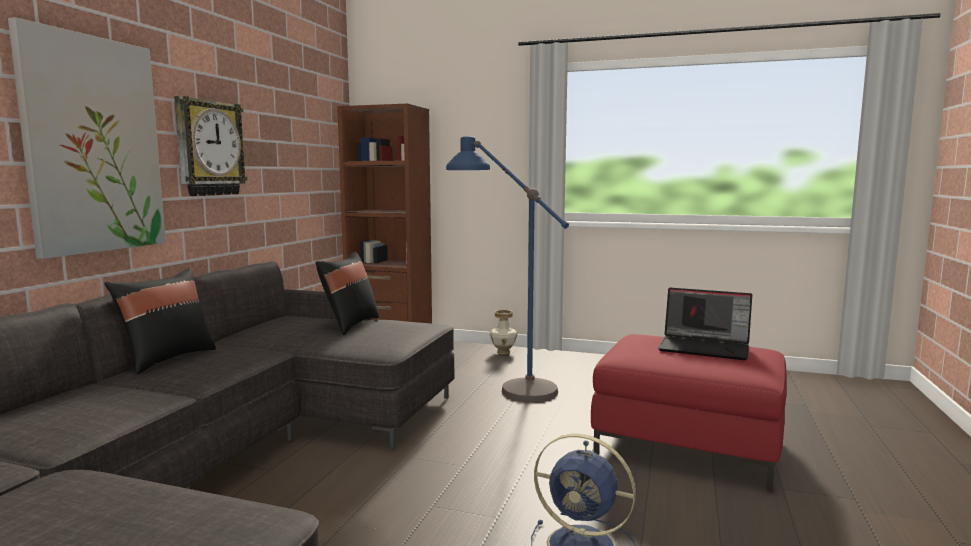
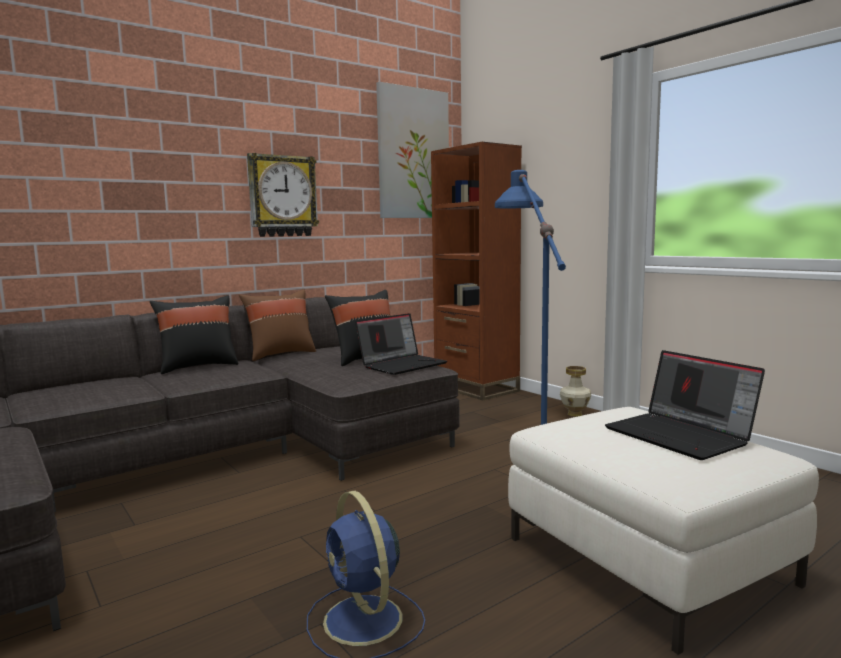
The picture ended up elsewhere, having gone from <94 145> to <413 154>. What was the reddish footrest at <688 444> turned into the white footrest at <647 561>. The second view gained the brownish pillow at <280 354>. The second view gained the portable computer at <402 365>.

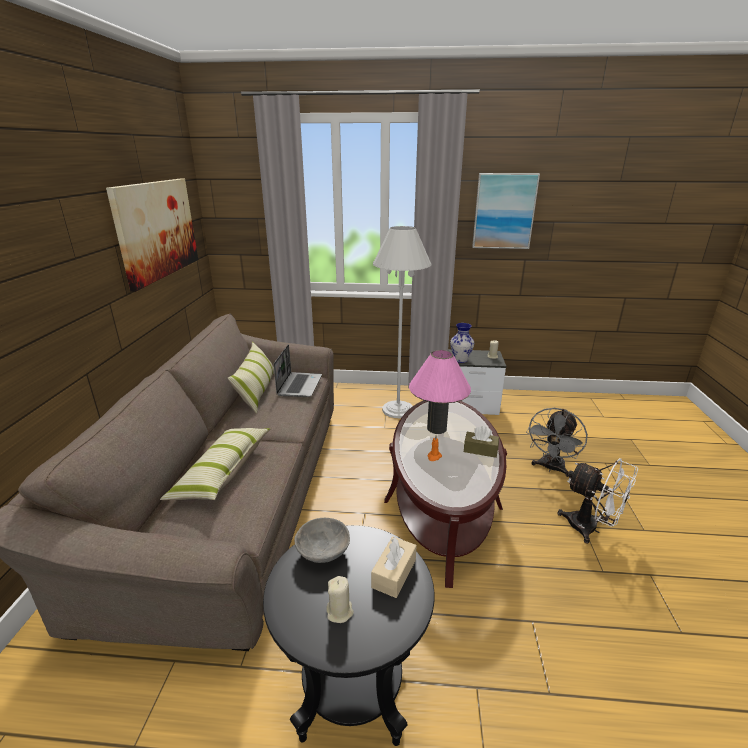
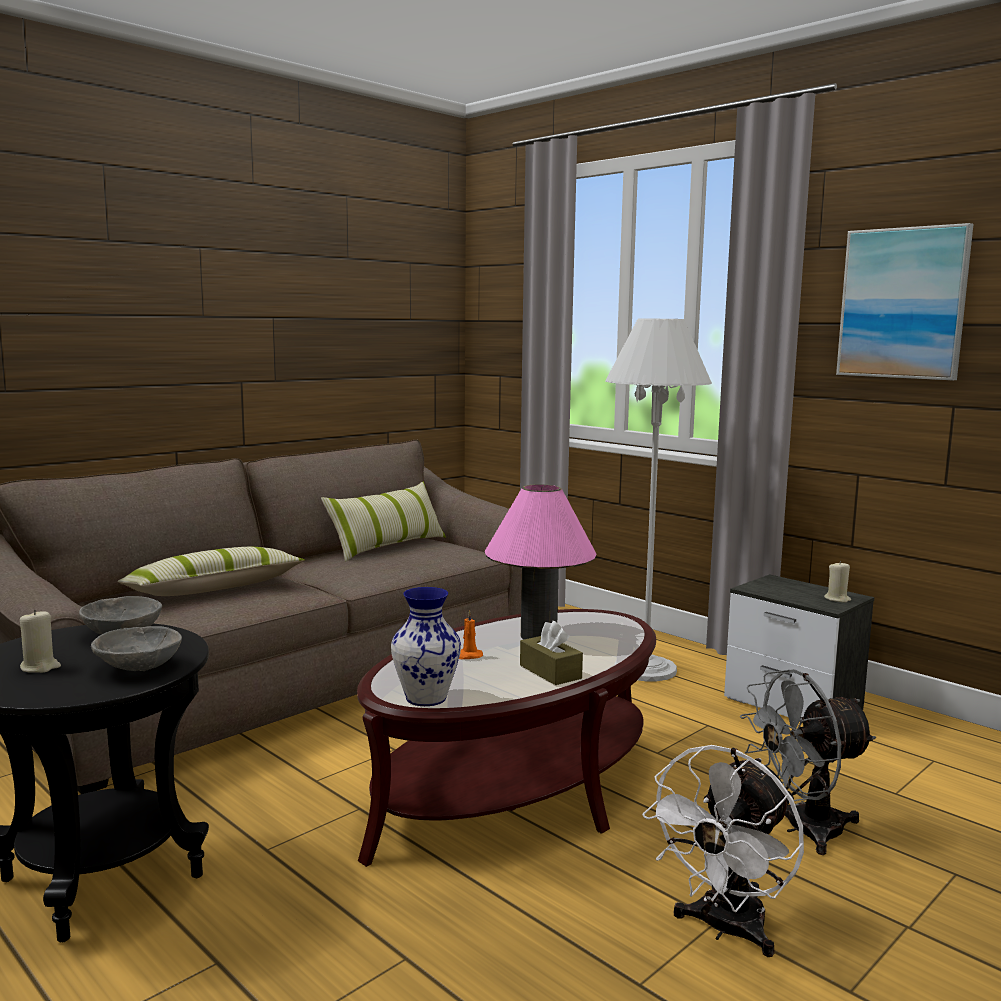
The second view lost the picture at <157 230>. The decorative vase ended up elsewhere, having gone from <460 360> to <424 698>. The second view lost the portable computer at <299 385>. The white cooling fan at <590 529> ended up facing another way, 45 degrees clockwise from before. Where the beige-coloured box of tissues stood at <394 573>, the grey serving bowl came to stand at <137 668>.

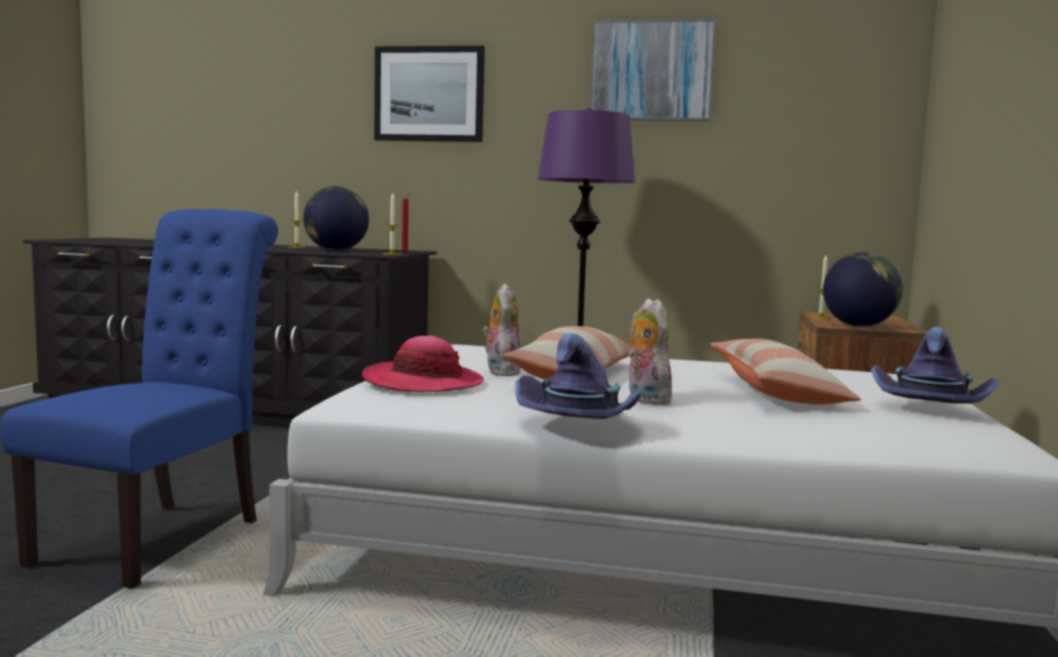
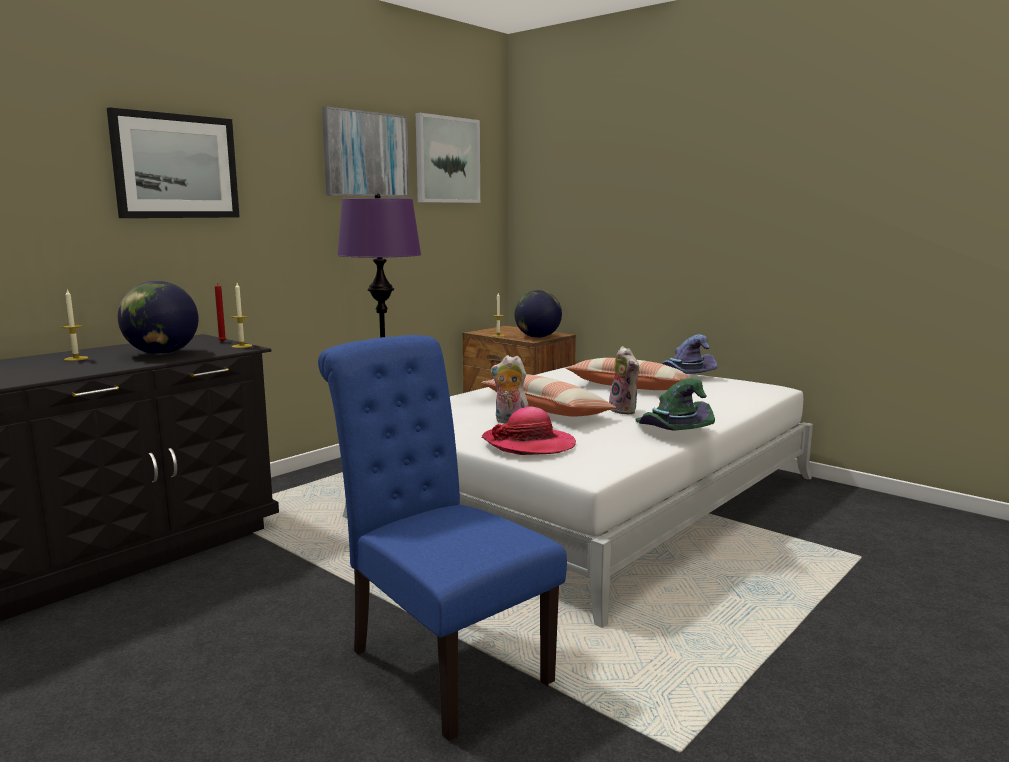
The soft toy at <644 399> ended up facing another way, 120 degrees counterclockwise from before. What was the purplish wearable hat at <579 423> turned into the green wearable hat at <672 432>. The second view gained the picture at <447 160>.

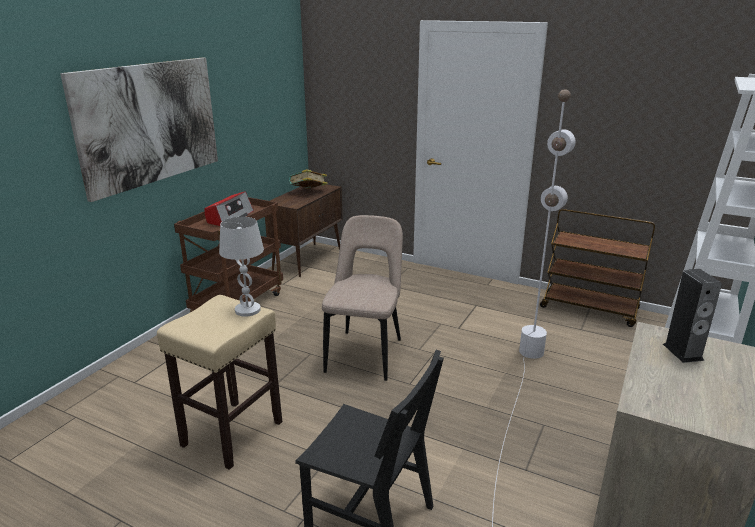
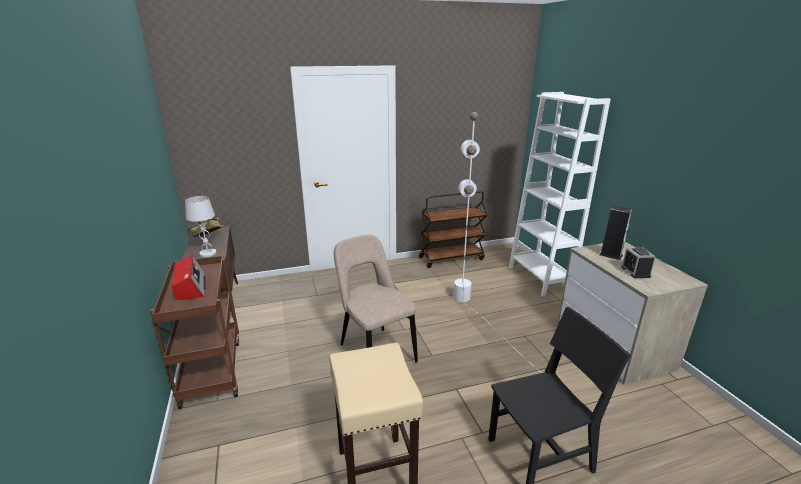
The second view lost the picture at <149 123>. The white tabletop lamp ended up elsewhere, having gone from <248 310> to <208 253>. The second view gained the table clock at <635 272>.

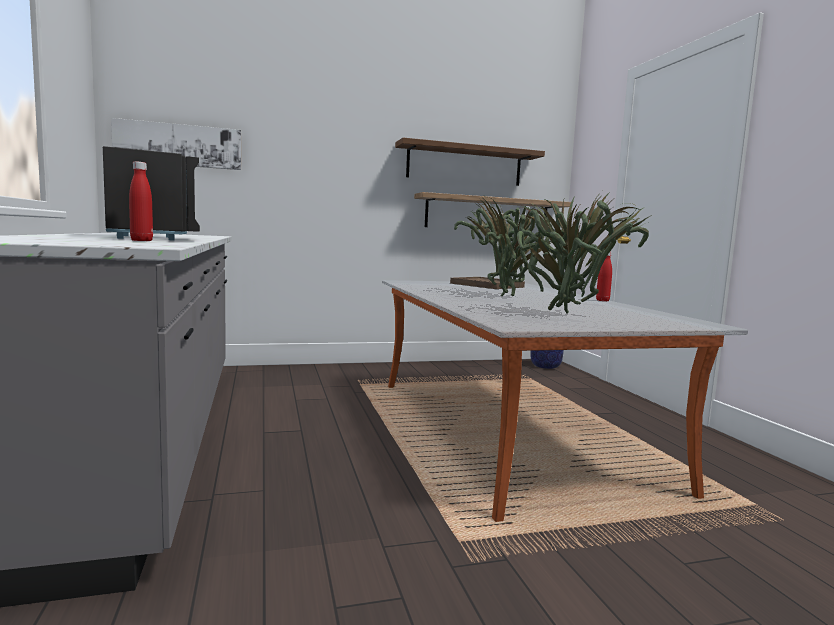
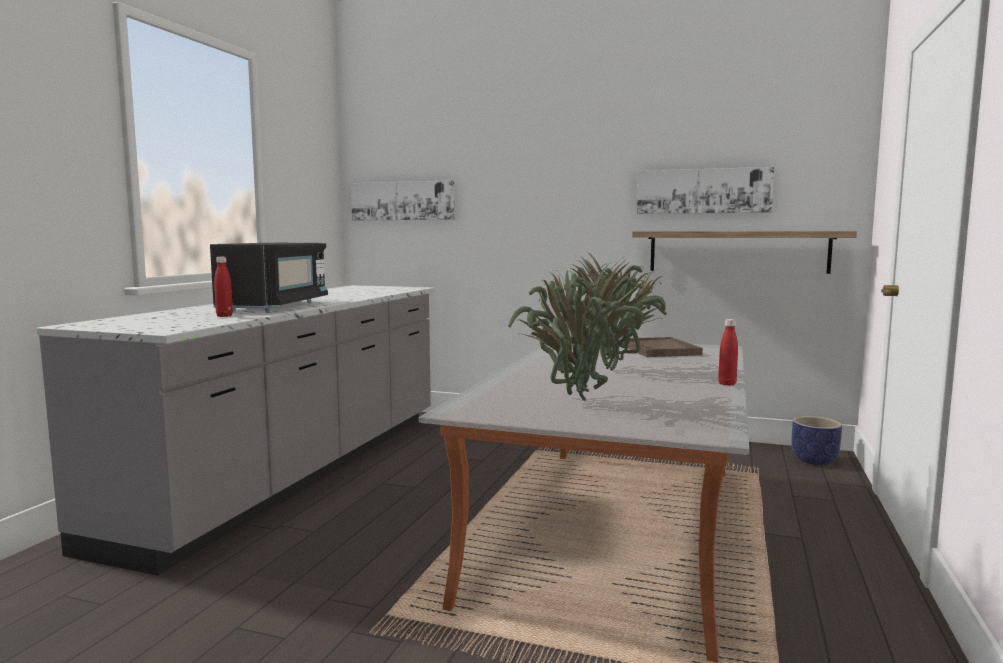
Where the brownish bracket shelf hung at <464 165>, the picture came to hang at <703 191>.

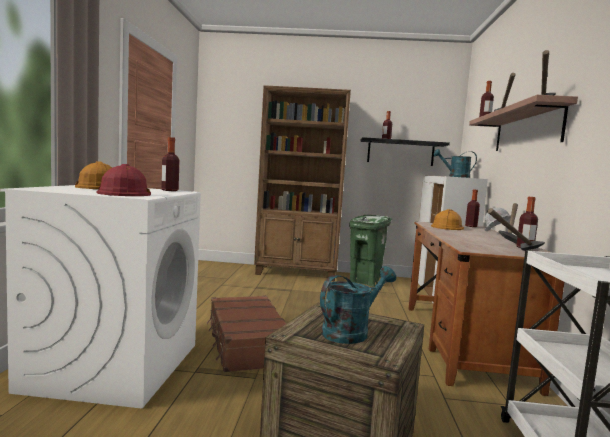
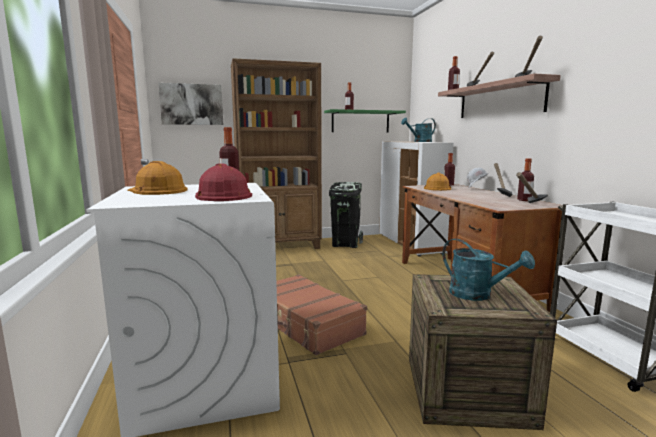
What was the black bracket shelf at <400 152> turned into the green bracket shelf at <360 121>. What was the green rubbish bin at <366 281> turned into the black rubbish bin at <345 244>. The turquoise-coloured sprinkling can at <351 332> ended up facing another way, 105 degrees clockwise from before. The second view gained the picture at <192 104>.

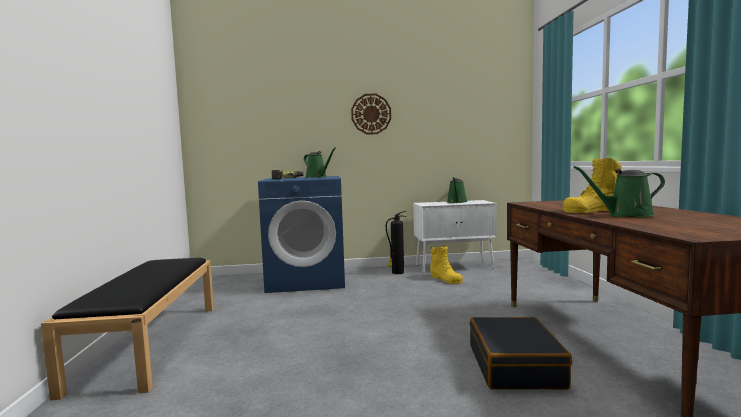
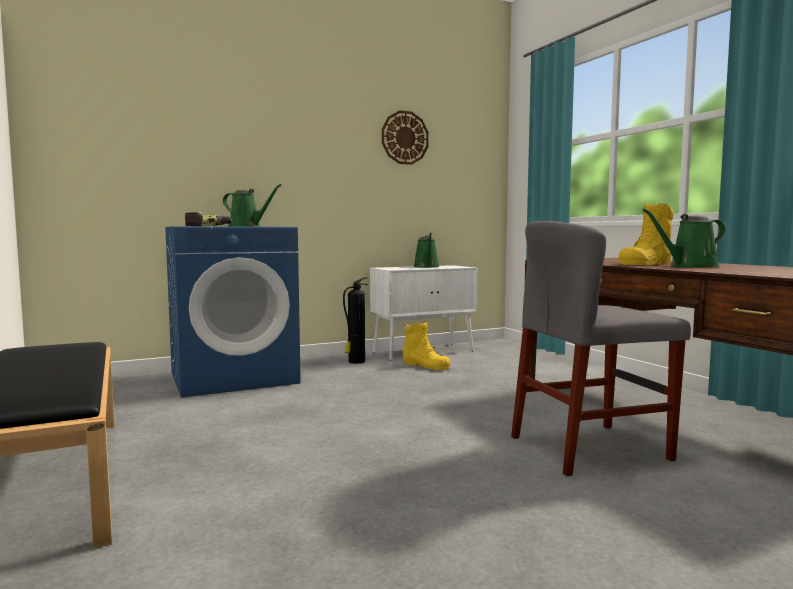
The clock on the wall ended up elsewhere, having gone from <371 114> to <405 138>. Where the black travel case stood at <515 366>, the grey plain chair came to stand at <589 448>.

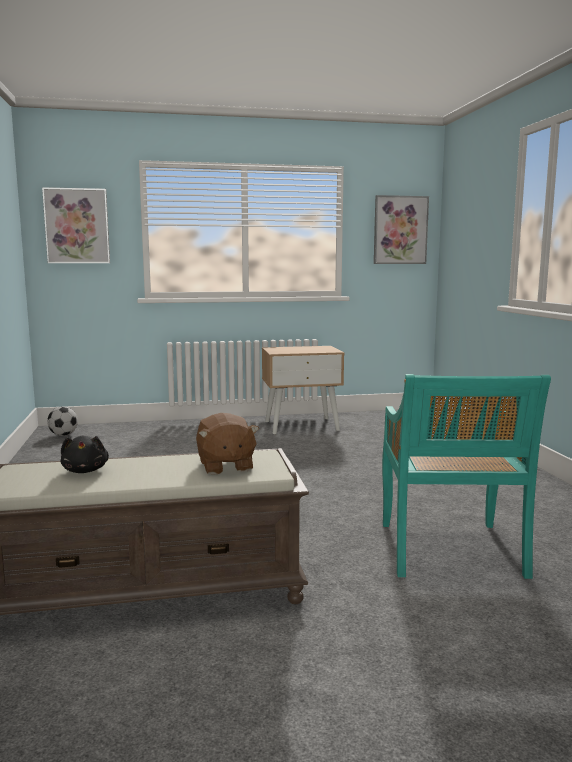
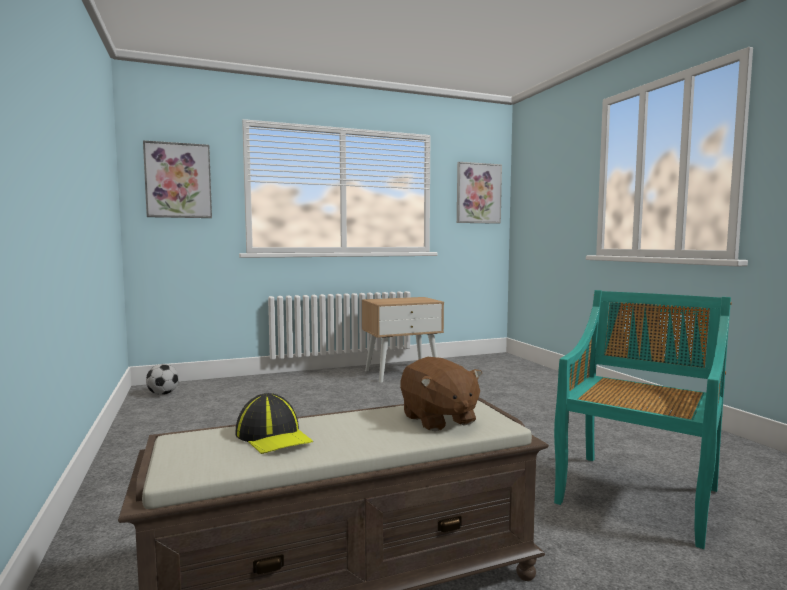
The turquoise-coloured plain chair at <450 551> ended up facing another way, 135 degrees counterclockwise from before. Where the black soft toy stood at <85 470>, the baseball cap came to stand at <273 436>.

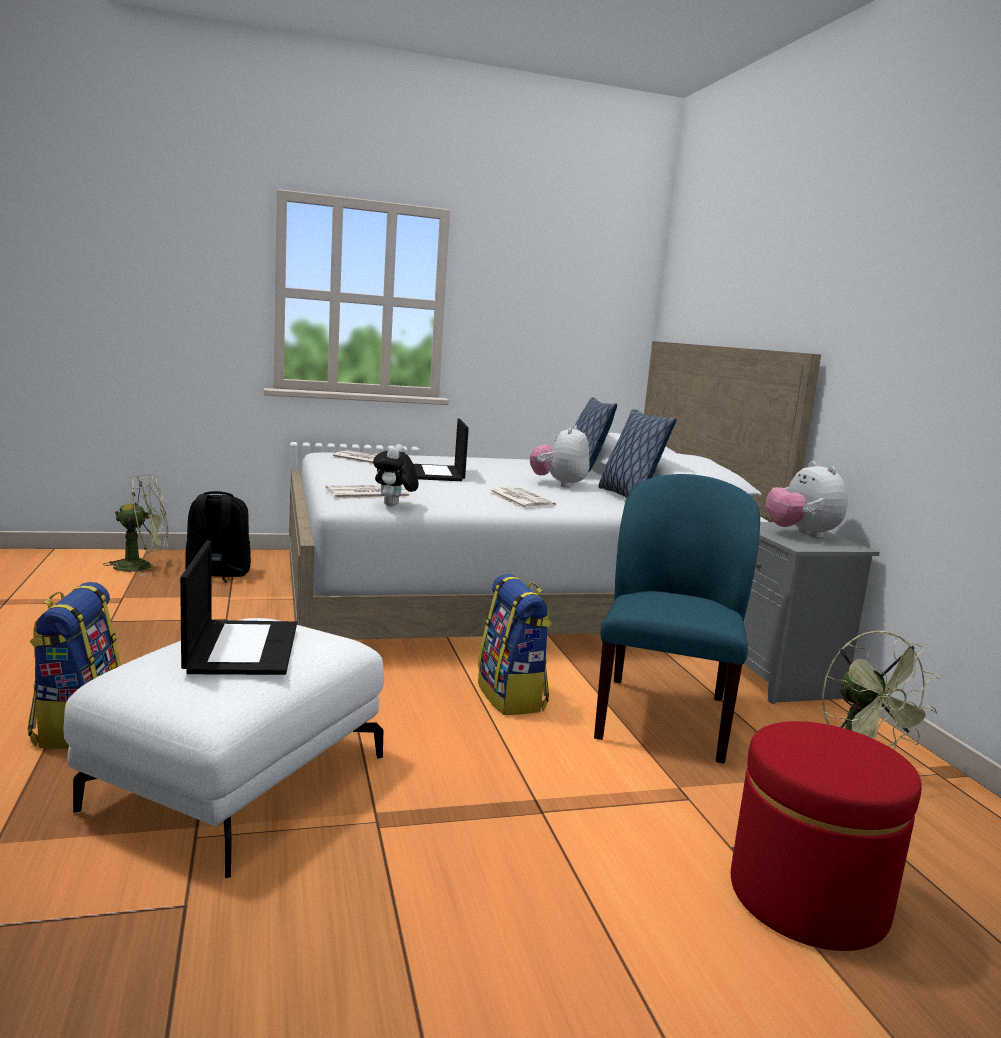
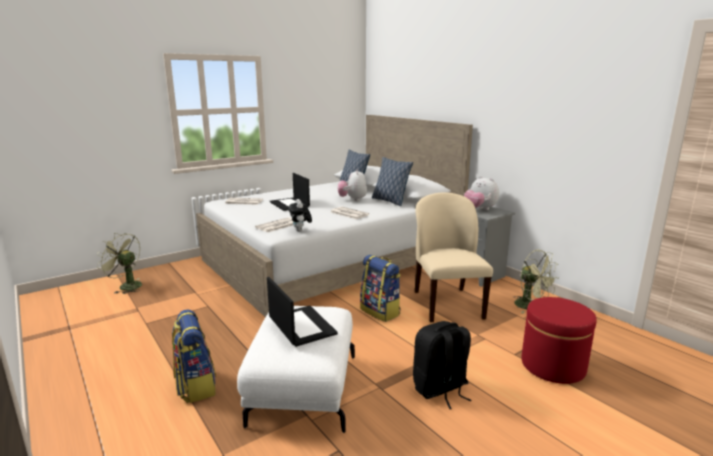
The green cooling fan at <142 567> ended up facing another way, 120 degrees counterclockwise from before. What was the blue plain chair at <663 716> turned into the beige-coloured plain chair at <447 304>. The black rucksack ended up elsewhere, having gone from <217 574> to <440 389>.

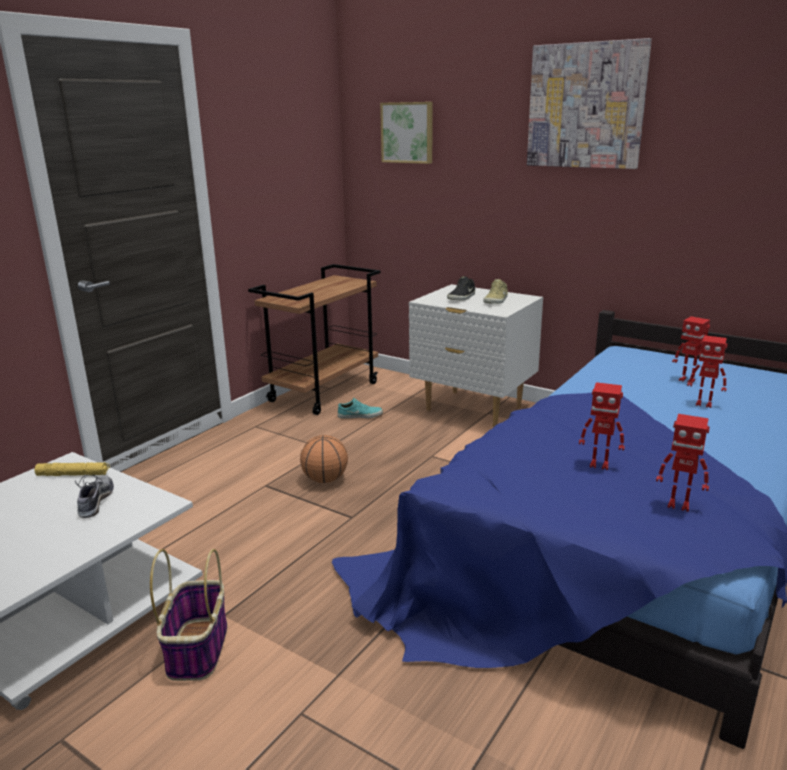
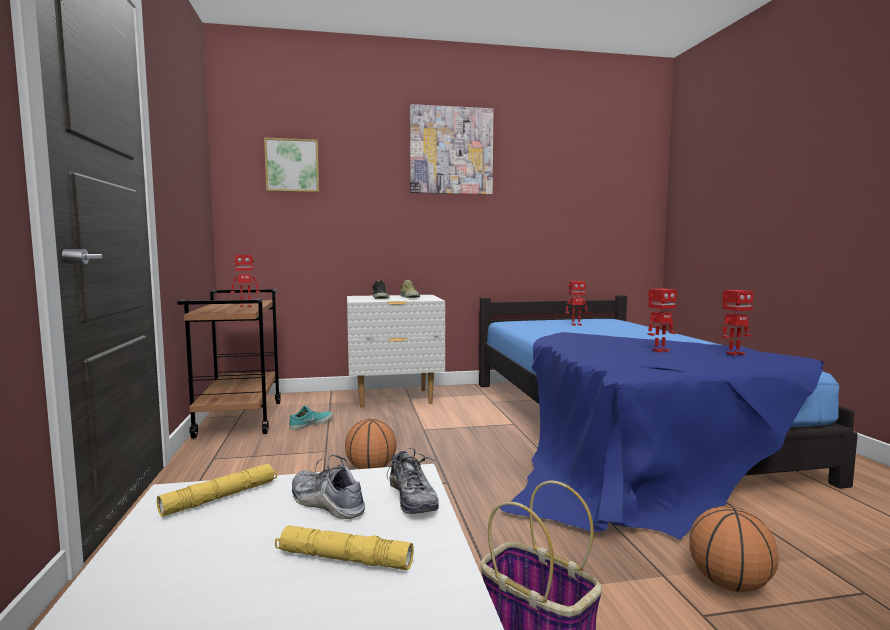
The model robot ended up elsewhere, having gone from <704 404> to <246 306>. The second view gained the shoe at <412 498>. The second view gained the basketball ball at <729 584>. The second view gained the yellowish flashlight at <343 559>.

